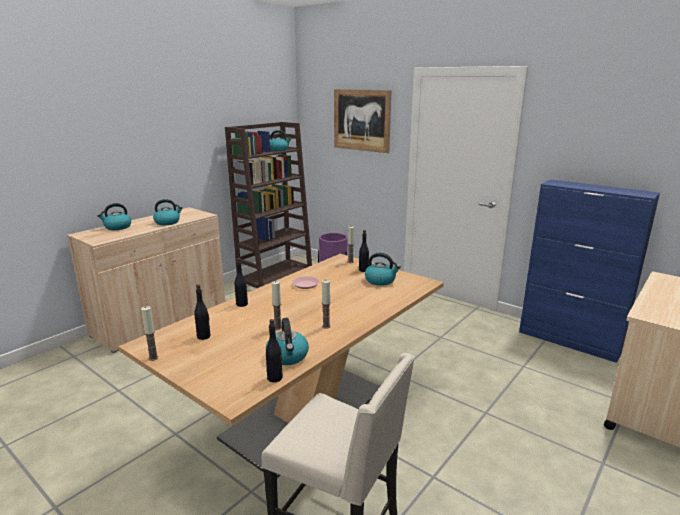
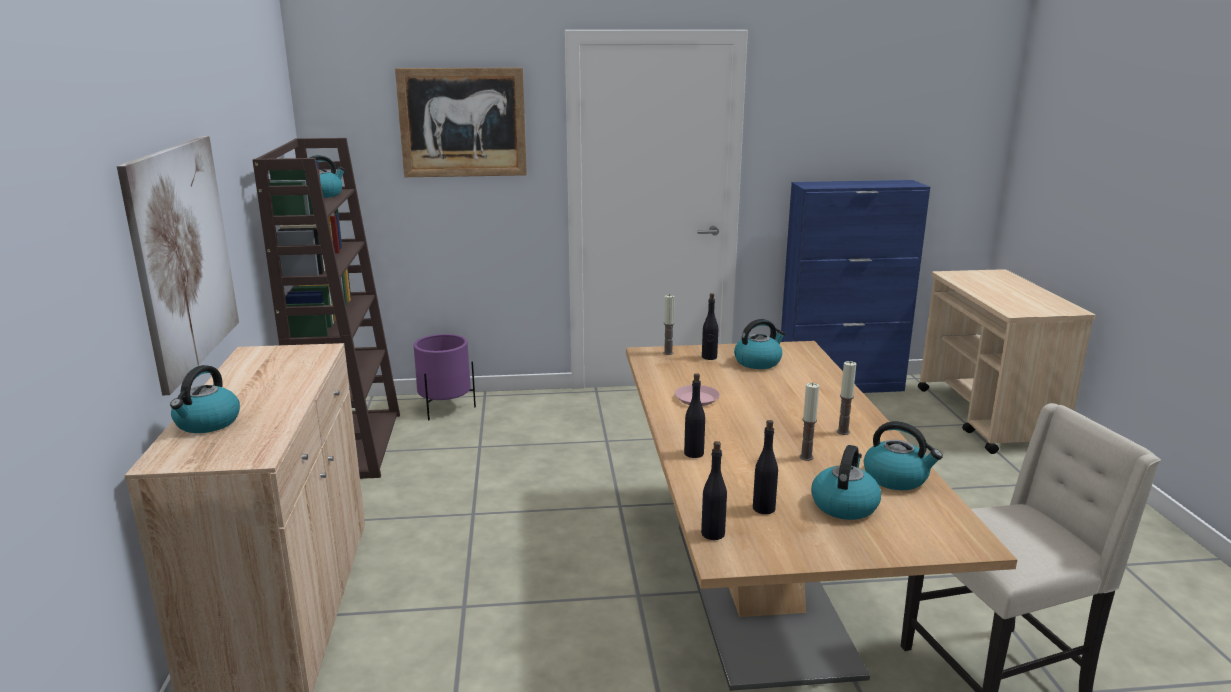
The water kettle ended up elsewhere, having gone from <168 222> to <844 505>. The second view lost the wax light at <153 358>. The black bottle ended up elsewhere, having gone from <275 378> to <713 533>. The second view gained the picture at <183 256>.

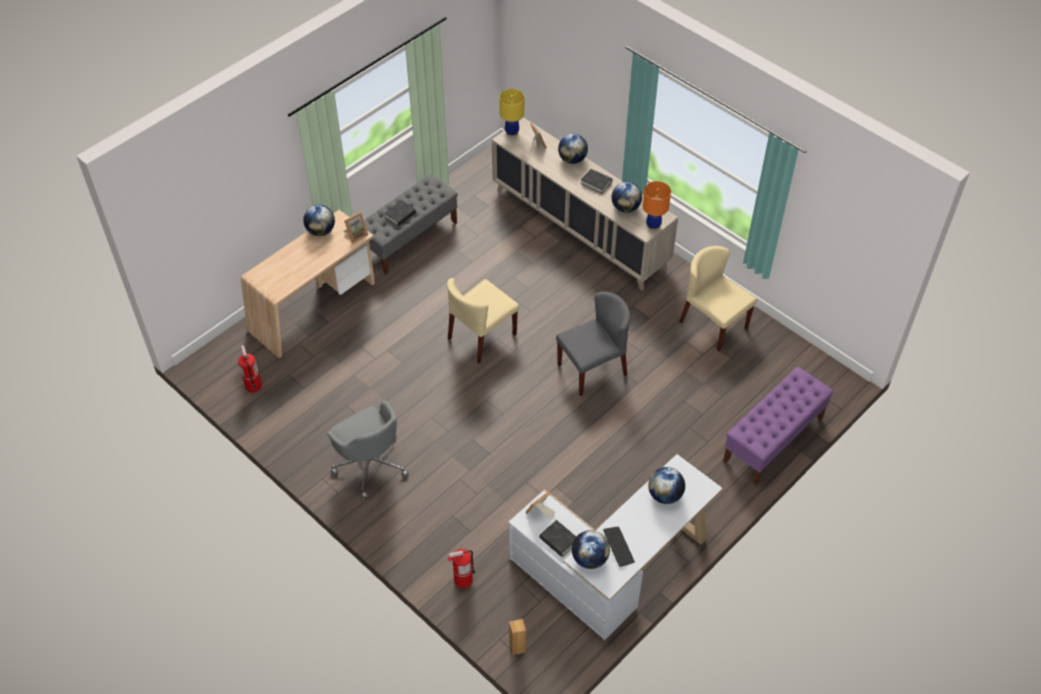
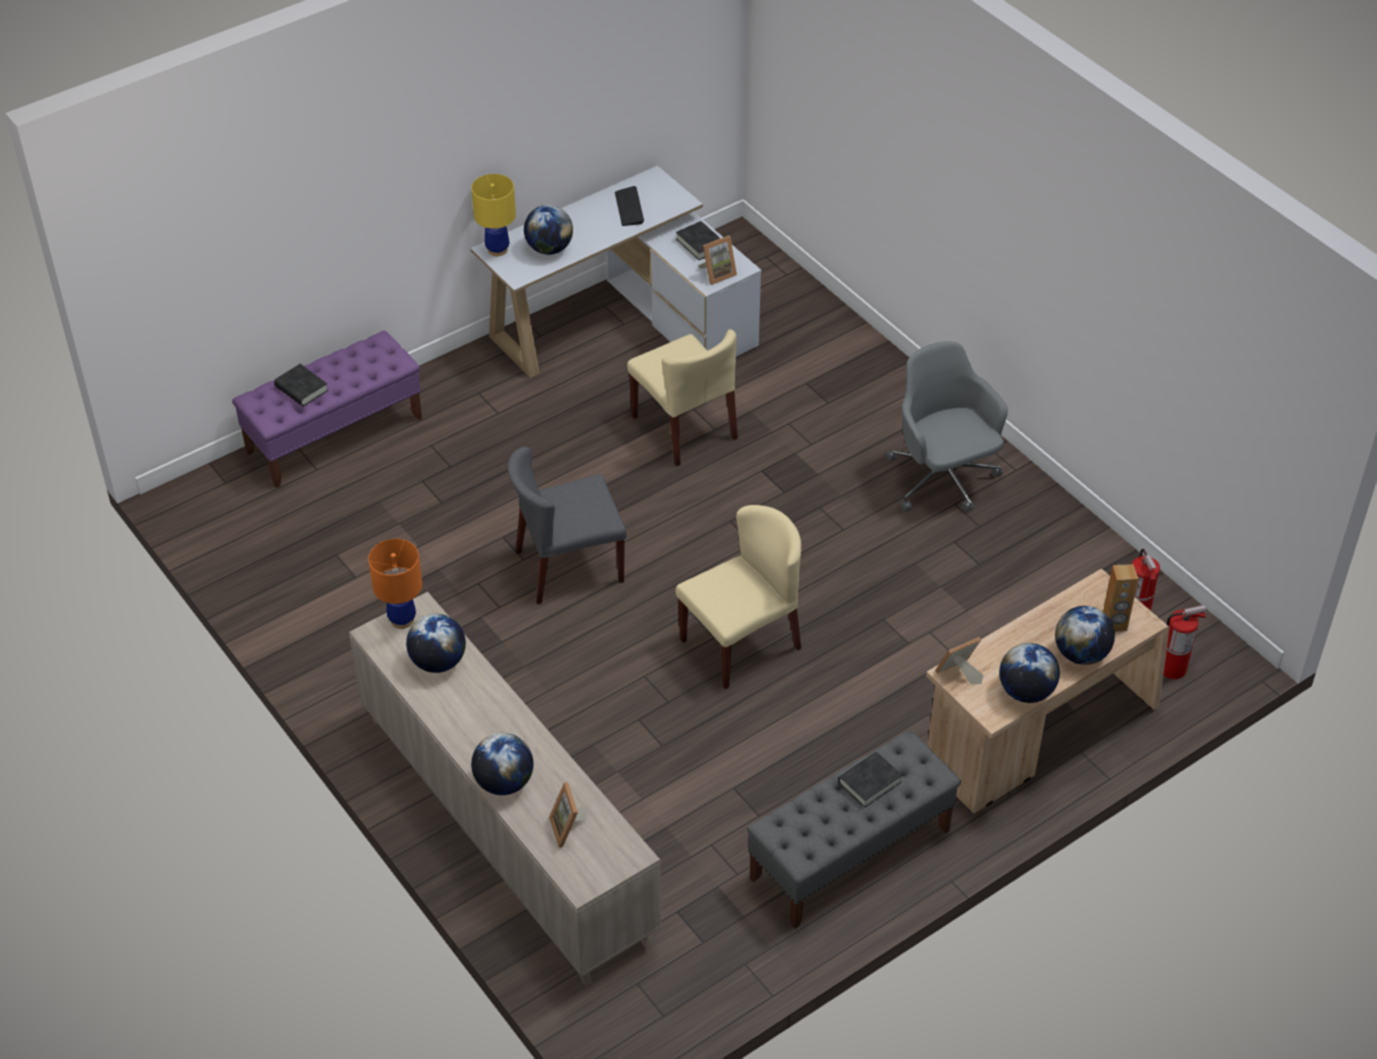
The yellowish tabletop lamp ended up elsewhere, having gone from <512 133> to <497 250>. The black book ended up elsewhere, having gone from <596 183> to <301 389>. The beige-coloured plain chair ended up elsewhere, having gone from <713 324> to <684 428>. The desk globe ended up elsewhere, having gone from <589 558> to <1081 654>. The extinguisher ended up elsewhere, having gone from <463 580> to <1172 668>. The brownish loudspeaker ended up elsewhere, having gone from <517 647> to <1114 624>.

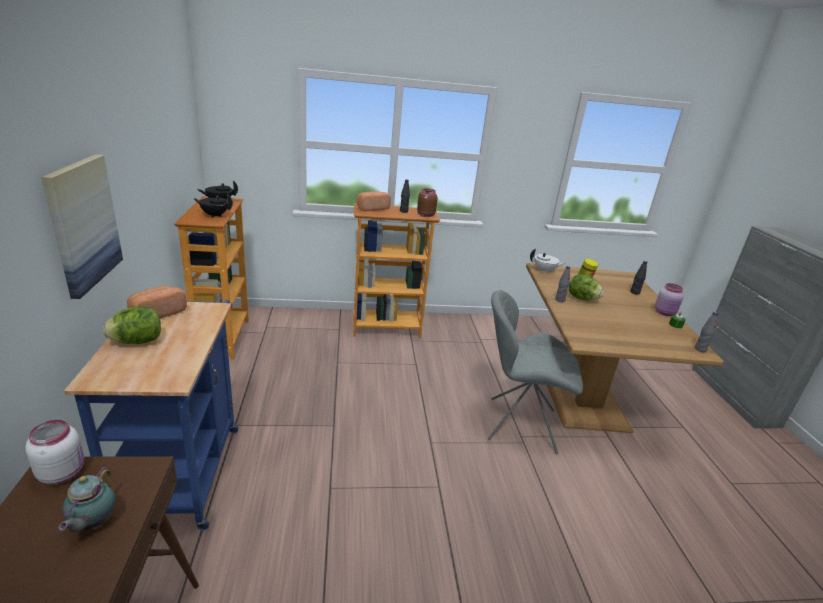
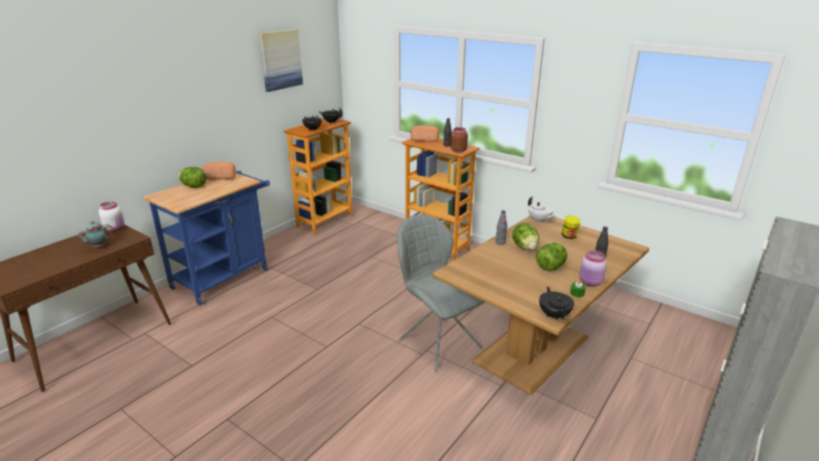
The picture ended up elsewhere, having gone from <83 223> to <280 60>. Where the grey bottle stood at <700 349>, the black pot for tea came to stand at <554 315>. The second view gained the lettuce head at <550 267>.

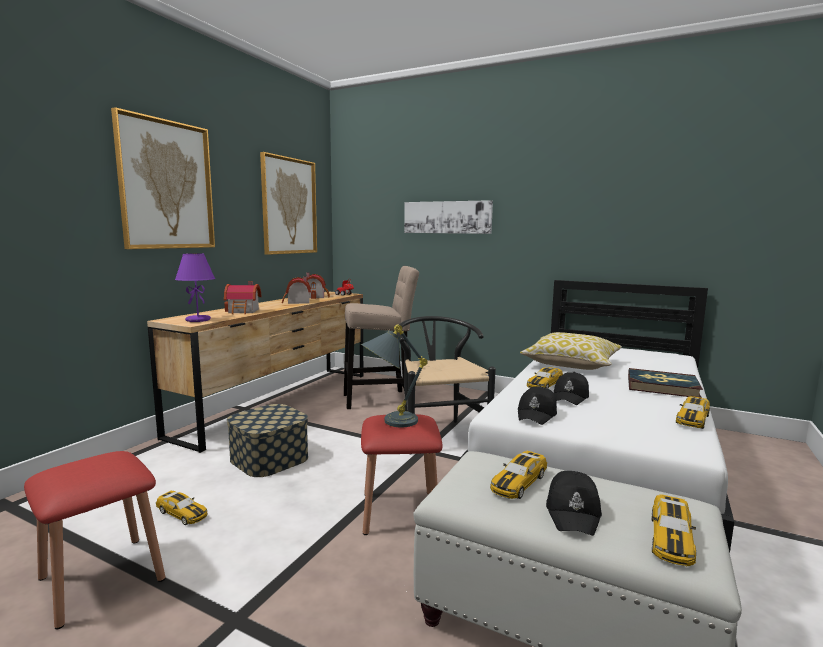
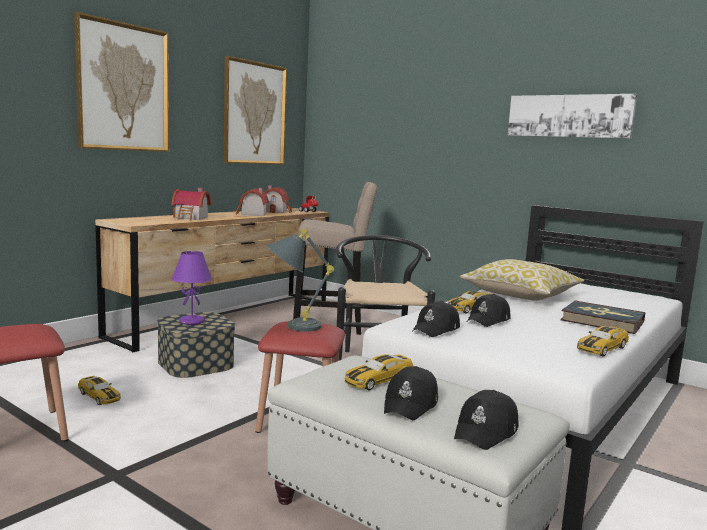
The picture ended up elsewhere, having gone from <447 217> to <569 116>. The purplish tabletop lamp ended up elsewhere, having gone from <198 320> to <192 321>. Where the model car stood at <671 538>, the black baseball cap came to stand at <486 431>.

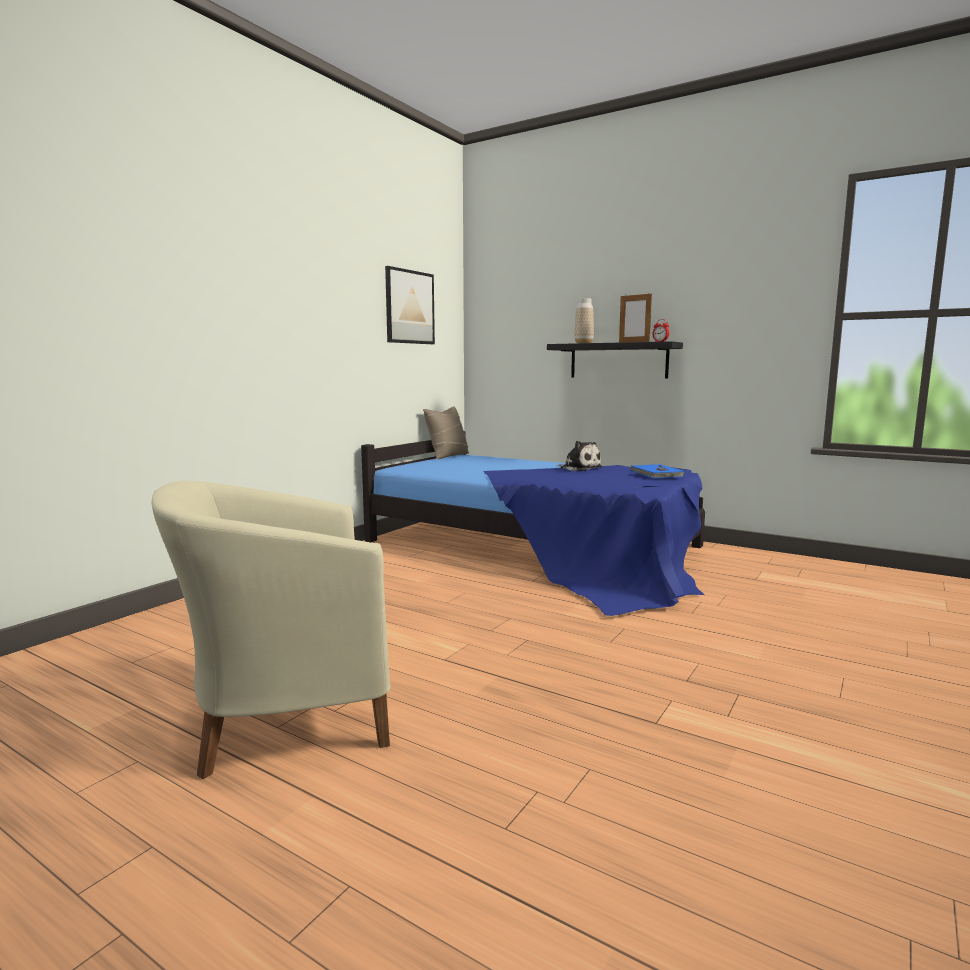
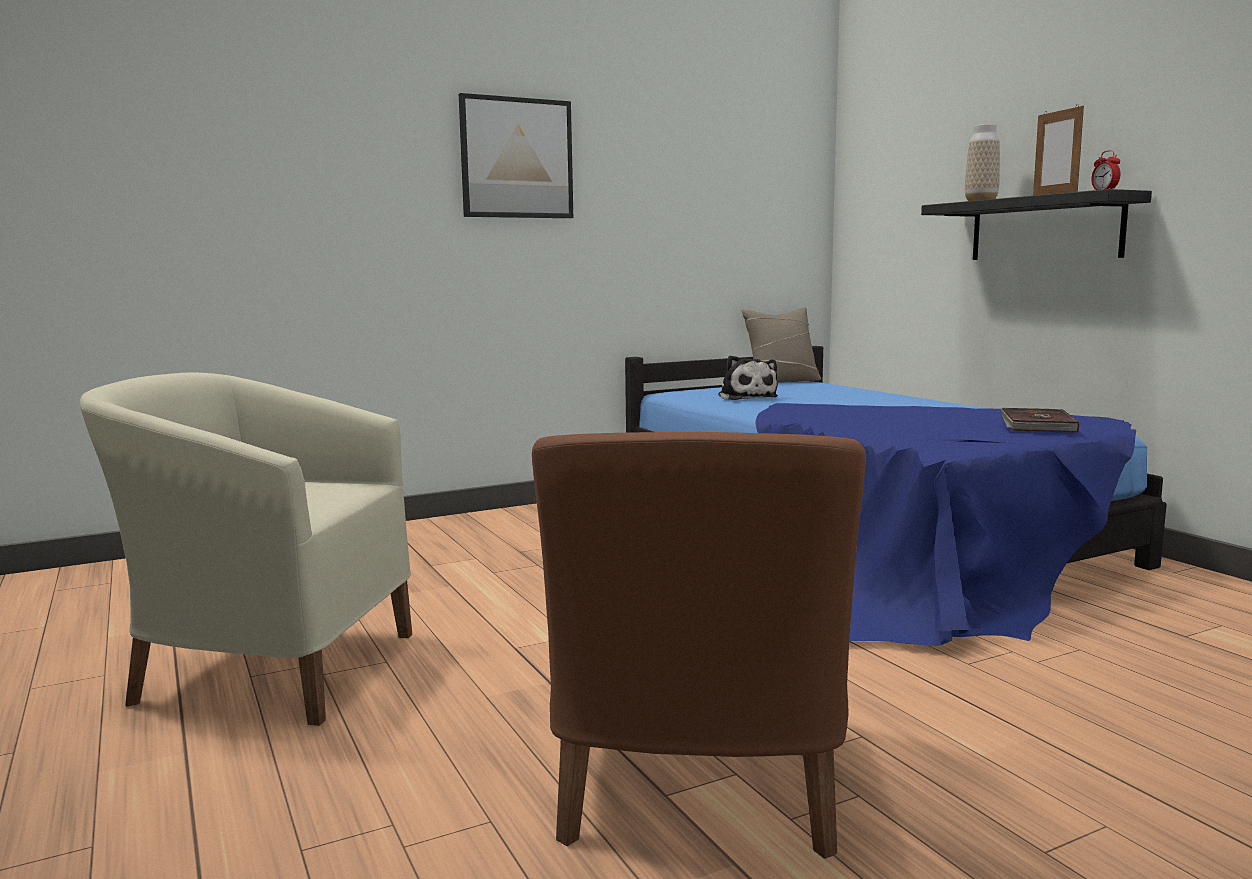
The picture ended up elsewhere, having gone from <409 307> to <516 158>. The soft toy ended up elsewhere, having gone from <579 468> to <746 397>. What was the blue book at <656 474> turned into the brownish book at <1036 425>. The second view gained the brownish lounge chair at <695 778>.

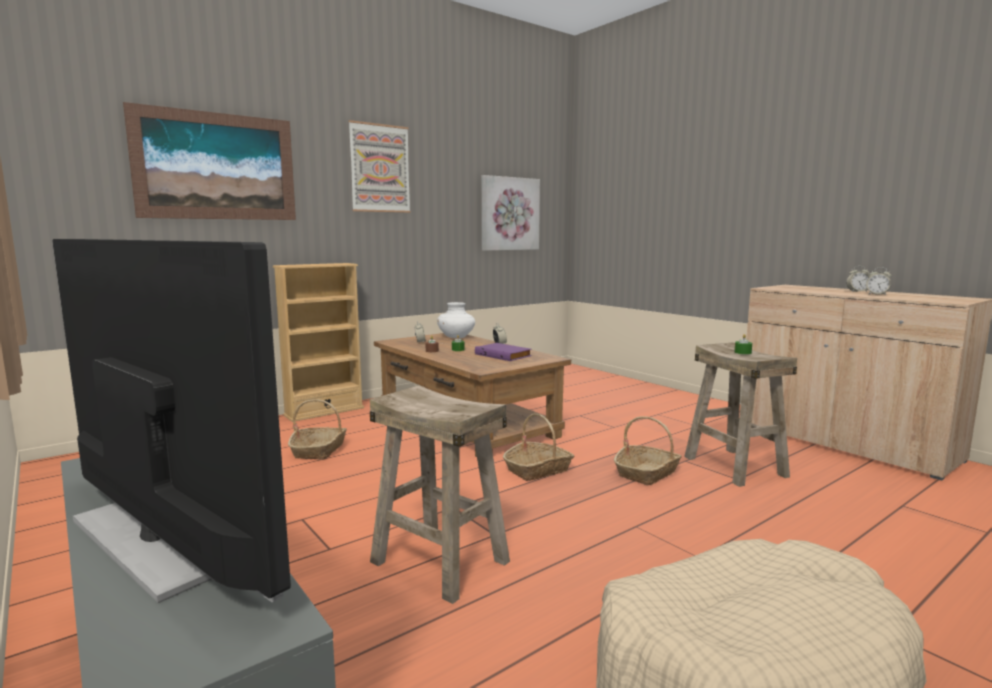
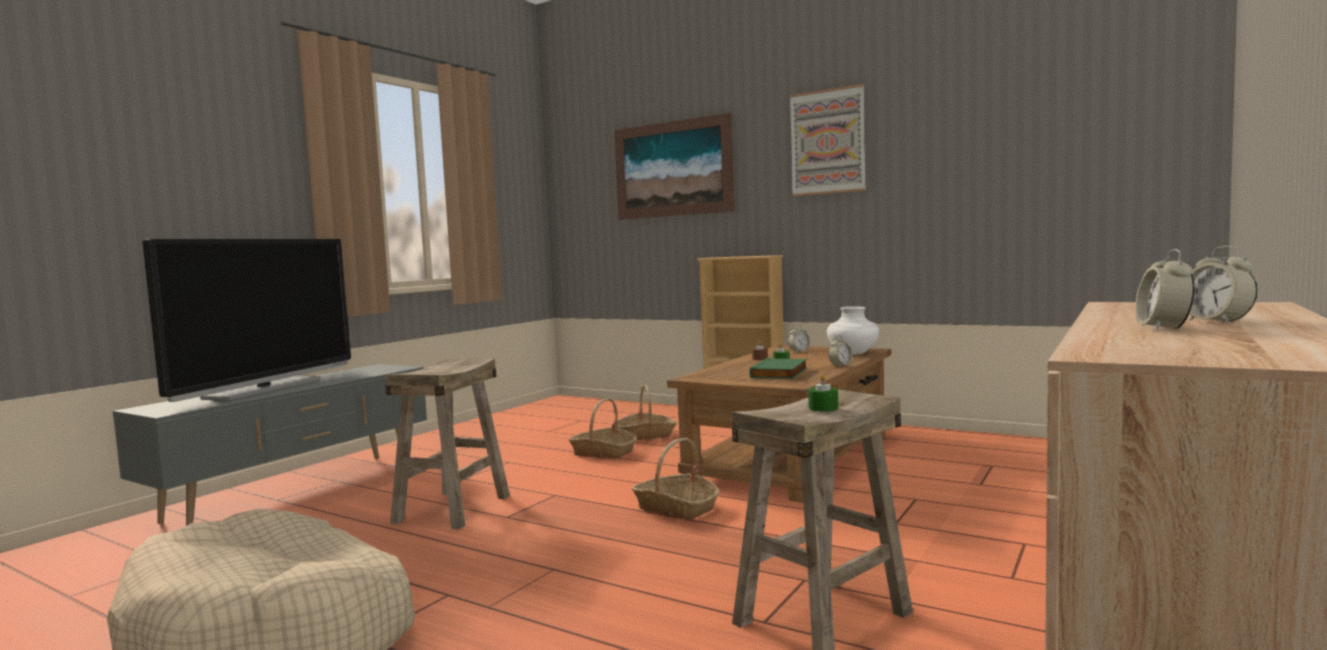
The second view lost the picture at <509 214>. What was the purplish book at <504 355> turned into the green book at <780 373>. The storage basket ended up elsewhere, having gone from <647 473> to <603 453>.

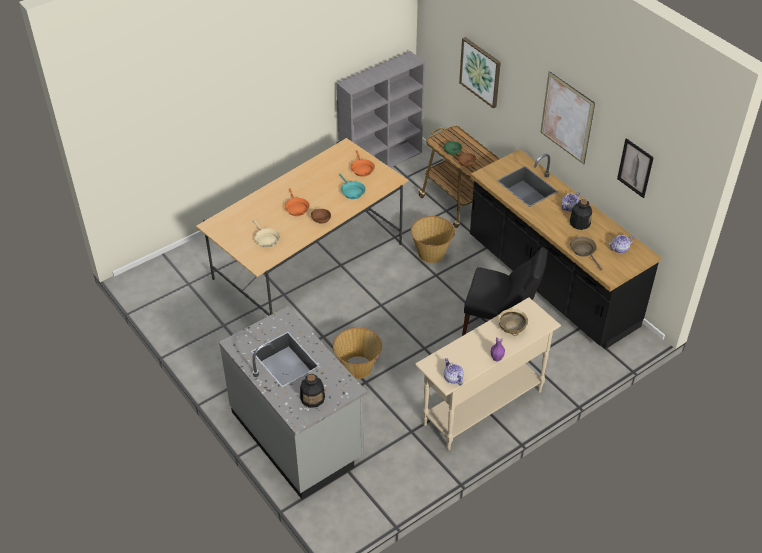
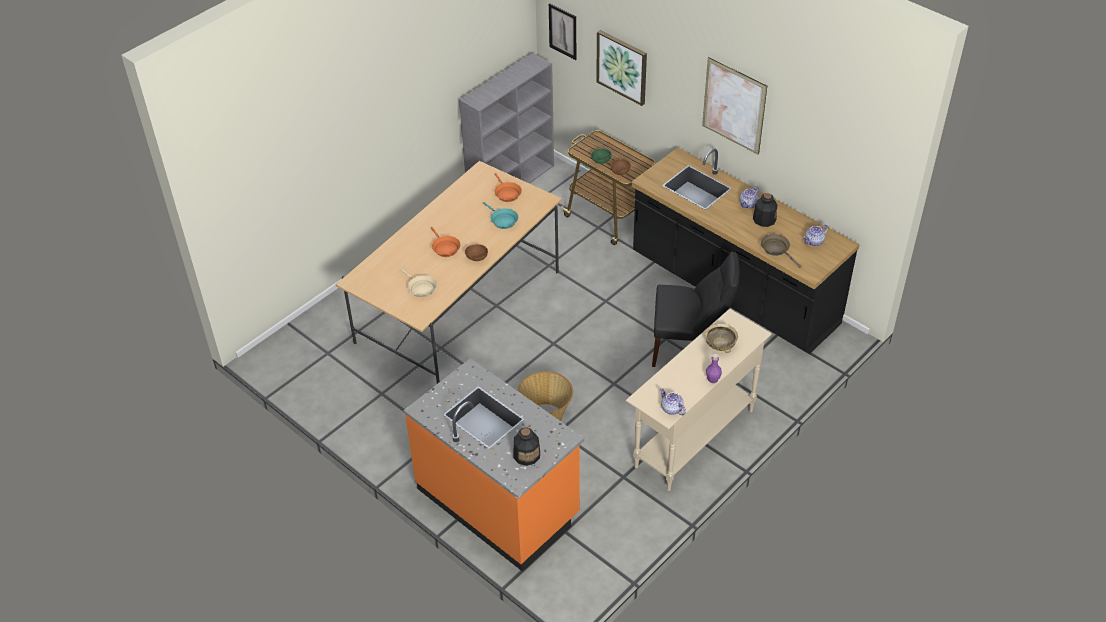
The picture ended up elsewhere, having gone from <635 168> to <563 31>. The second view lost the storage basket at <431 253>. What was the grey counter at <297 435> turned into the orange-coloured counter at <499 502>.

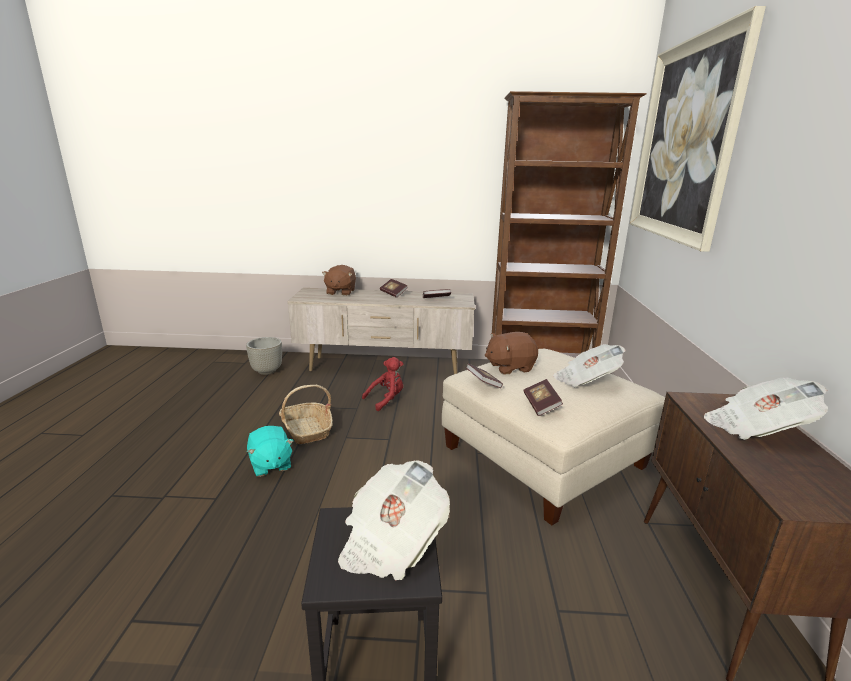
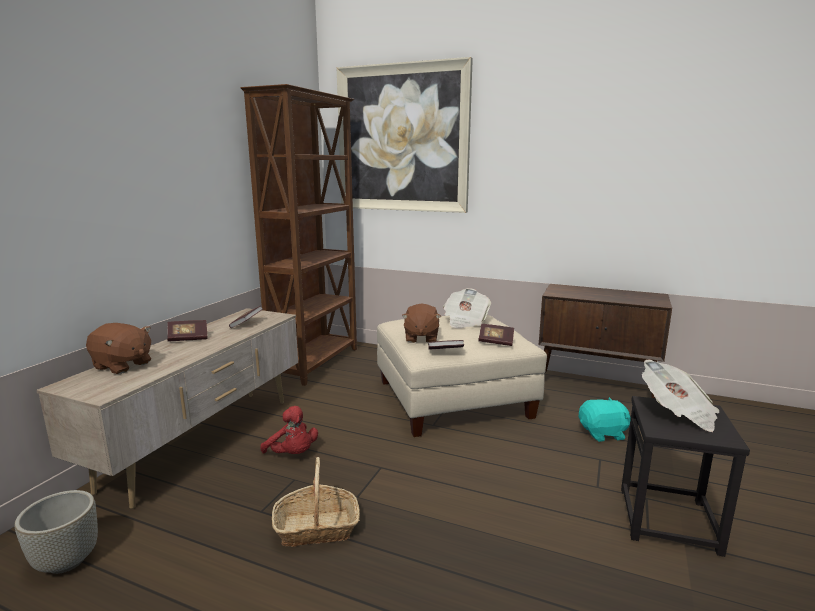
The reddish soft toy at <386 400> ended up facing another way, 150 degrees clockwise from before. The second view lost the newspaper at <756 428>. The turquoise-coloured soft toy ended up elsewhere, having gone from <270 464> to <603 433>.

